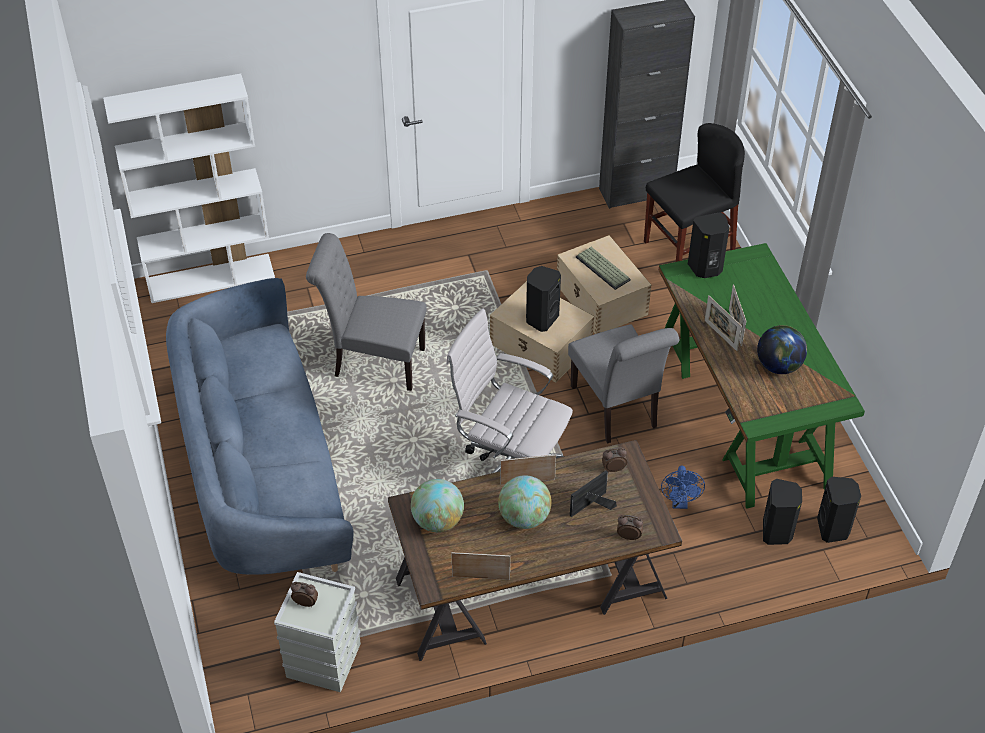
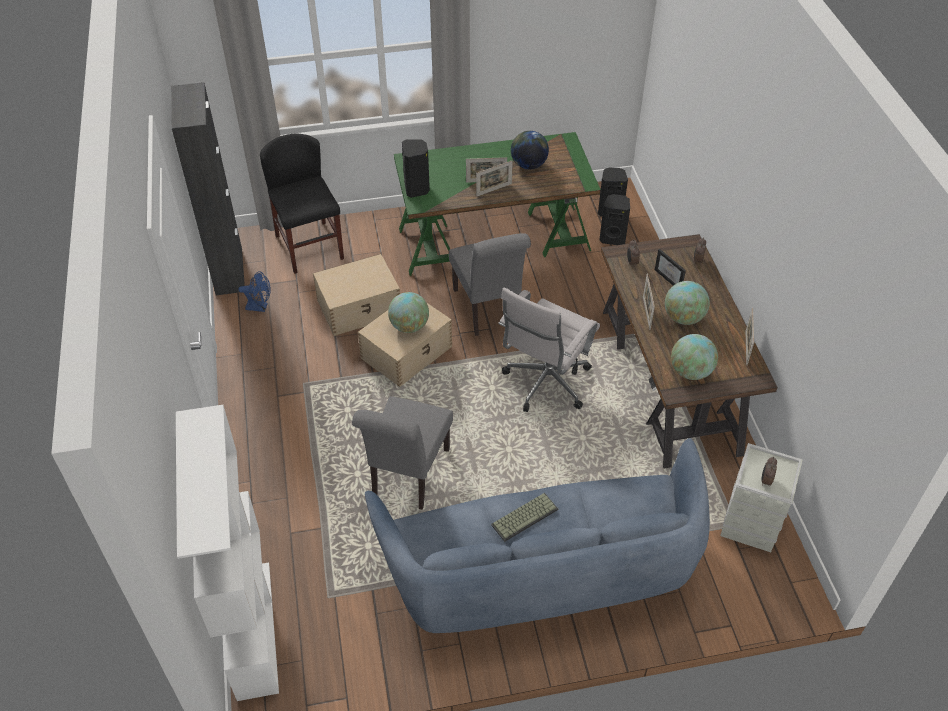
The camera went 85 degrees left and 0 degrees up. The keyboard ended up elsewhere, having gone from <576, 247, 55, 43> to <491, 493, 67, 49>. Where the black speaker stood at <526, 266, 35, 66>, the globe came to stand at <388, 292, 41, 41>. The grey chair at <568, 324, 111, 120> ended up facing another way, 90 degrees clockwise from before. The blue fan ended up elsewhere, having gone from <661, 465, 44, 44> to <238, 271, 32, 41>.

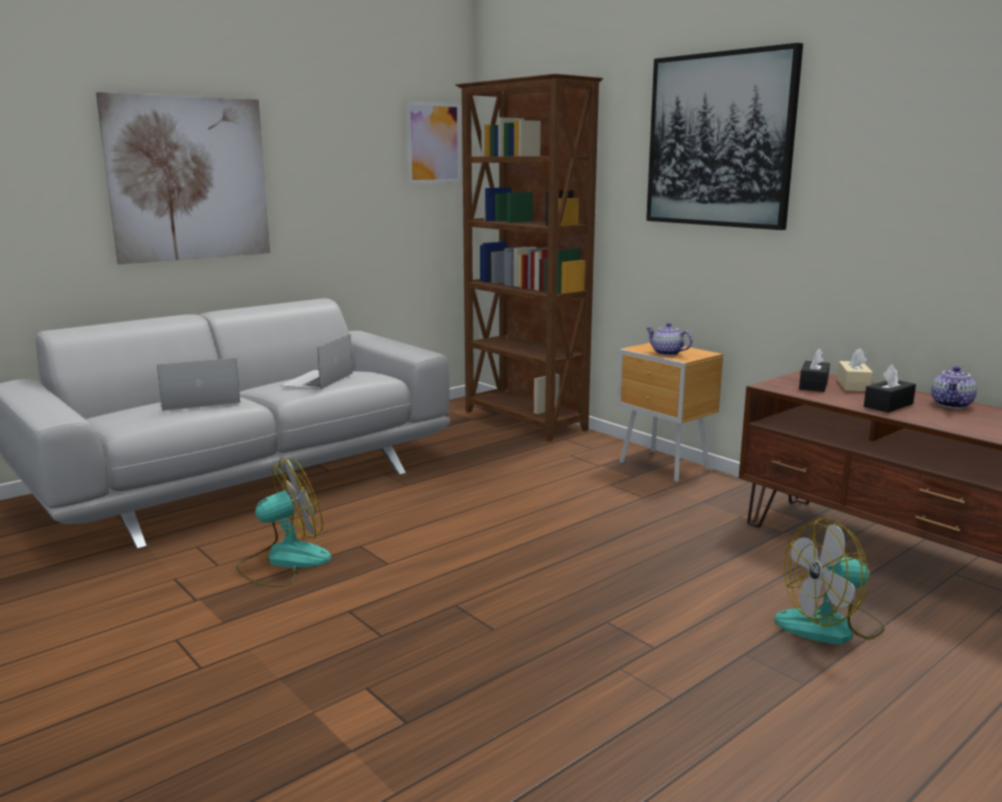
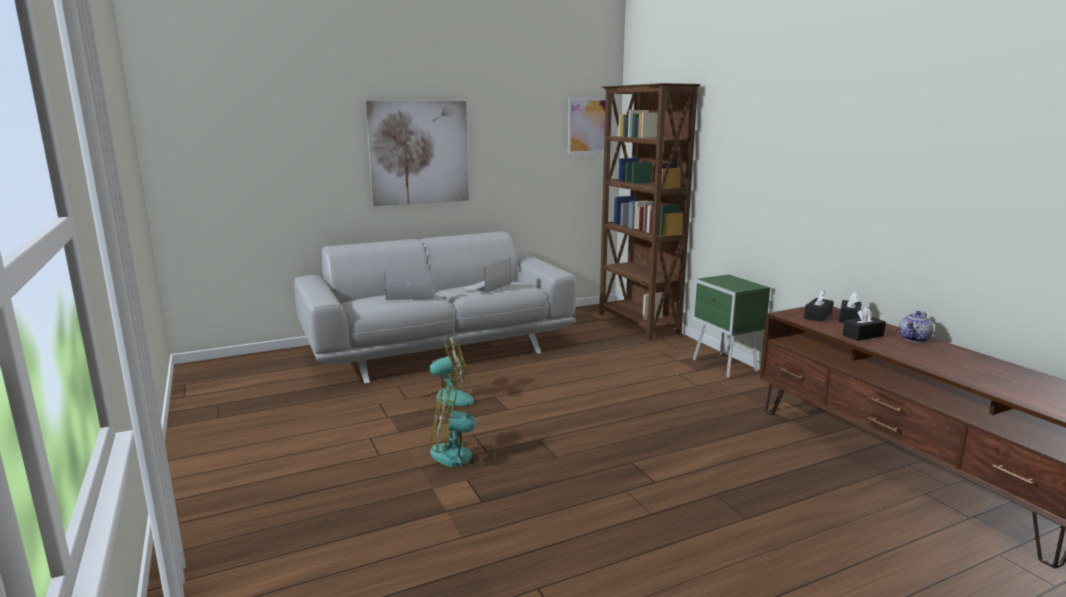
The camera went 15 degrees right and 0 degrees up. The second view lost the picture at <646, 43, 157, 187>. The second view lost the teapot at <646, 323, 46, 33>. What was the brown nightstand at <617, 343, 106, 140> turned into the green nightstand at <692, 274, 78, 104>. What was the beige tissue box at <837, 348, 36, 44> turned into the black tissue box at <839, 292, 22, 31>. The fan ended up elsewhere, having gone from <774, 518, 111, 126> to <430, 386, 66, 81>.

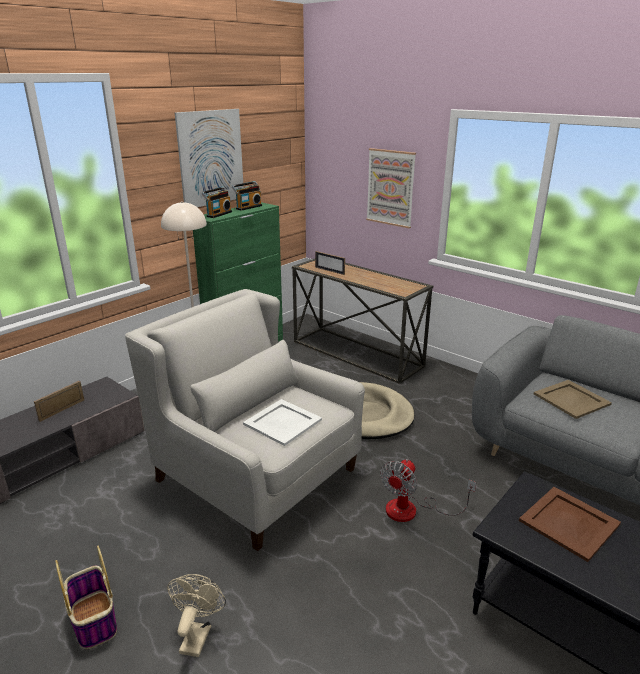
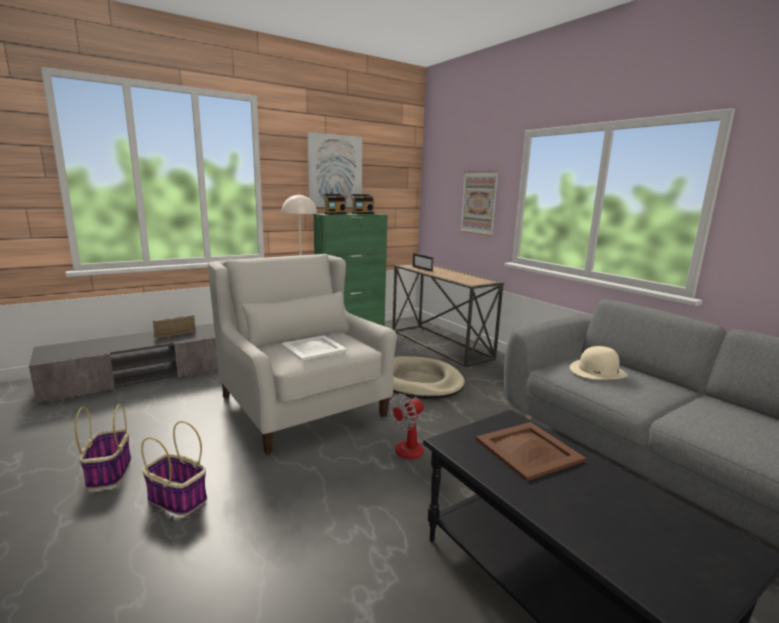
The camera went 15 degrees right and 10 degrees down. Where the beige tray stood at <534, 380, 78, 39>, the beige hat came to stand at <570, 346, 58, 33>. Where the beige fan stood at <167, 574, 59, 83>, the basket came to stand at <141, 421, 66, 95>.

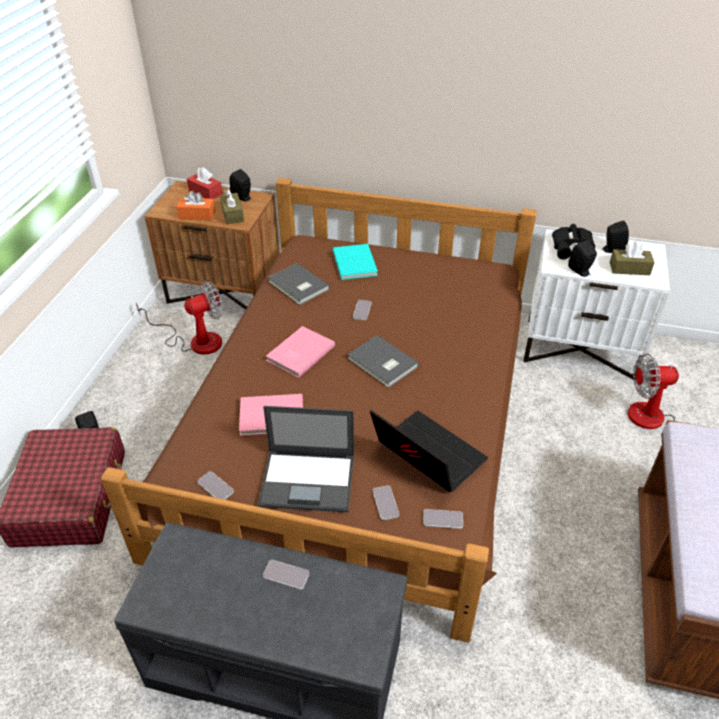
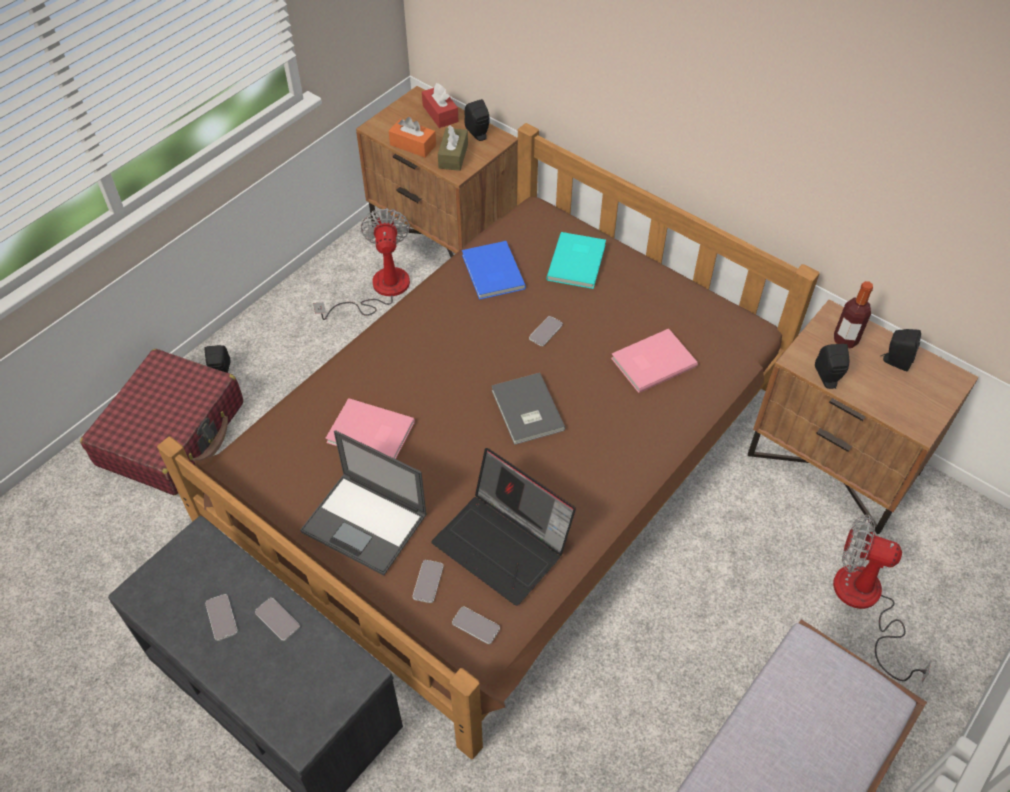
The camera went 25 degrees right and 10 degrees up. Where the black binoculars stood at <552, 224, 45, 35>, the bottle came to stand at <834, 281, 39, 67>. What was the white nightstand at <523, 229, 147, 151> turned into the brown nightstand at <748, 300, 231, 234>. The second view lost the brown tissue box at <610, 241, 45, 34>. What was the grey book at <268, 263, 62, 42> turned into the blue book at <462, 241, 64, 59>. The fan at <136, 281, 87, 74> ended up facing another way, 90 degrees counterclockwise from before. The pink book ended up elsewhere, having gone from <266, 326, 69, 52> to <611, 329, 87, 64>. The laptop at <370, 410, 118, 82> ended up facing another way, 150 degrees clockwise from before. The phone ended up elsewhere, having gone from <197, 471, 37, 29> to <205, 594, 33, 47>.

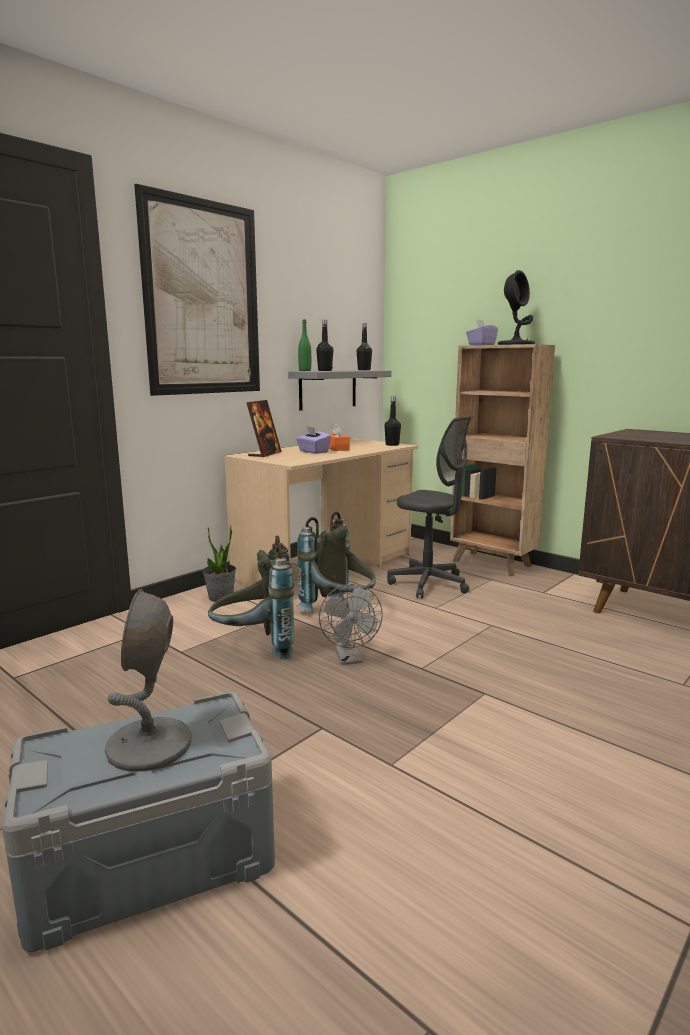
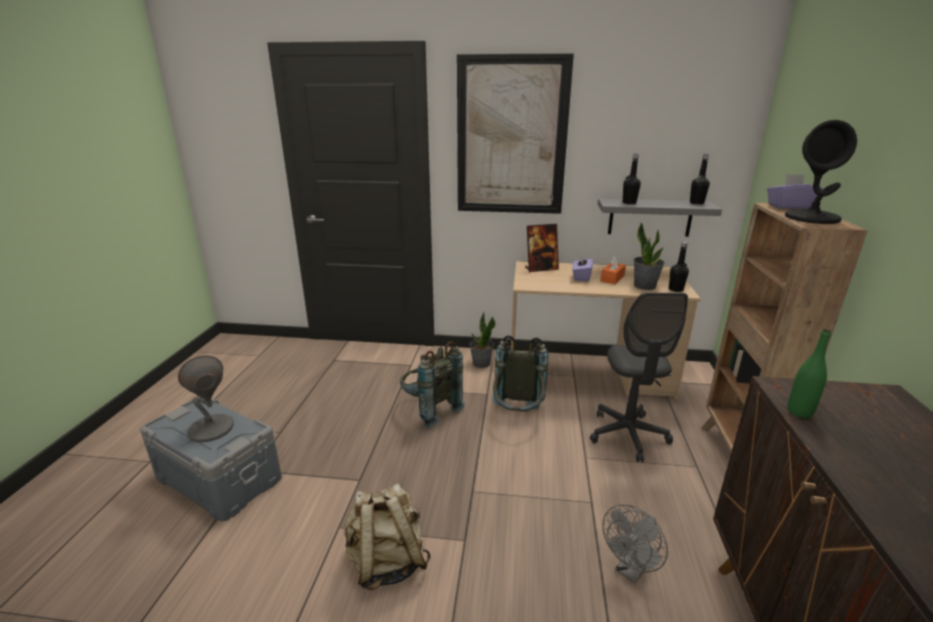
The camera went 55 degrees right and 10 degrees up. The green bottle ended up elsewhere, having gone from <298, 320, 13, 51> to <787, 328, 44, 90>. The grey fan ended up elsewhere, having gone from <319, 584, 64, 81> to <602, 504, 66, 80>. The second view gained the potted plant at <634, 222, 30, 68>. The second view gained the beige backpack at <344, 483, 87, 107>.

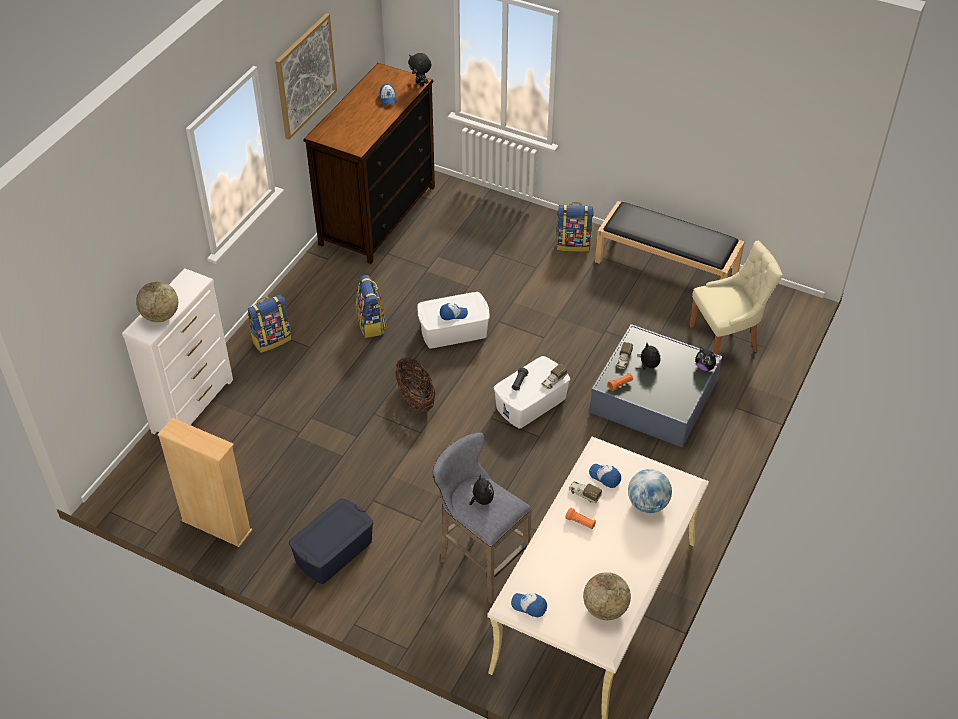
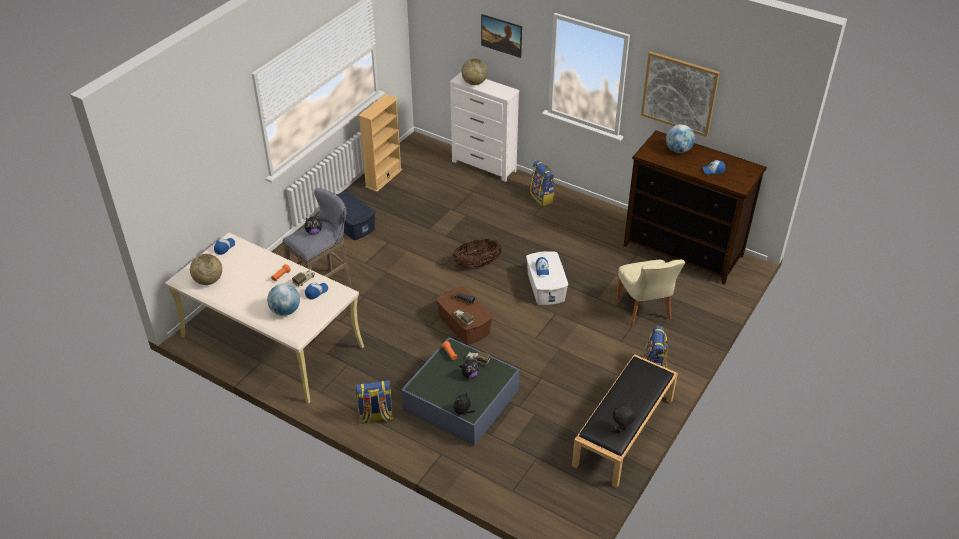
The camera went 95 degrees right and 5 degrees down. The black plush toy ended up elsewhere, having gone from <408, 53, 24, 34> to <612, 403, 24, 30>. The beige chair ended up elsewhere, having gone from <690, 241, 93, 114> to <616, 260, 69, 66>. The backpack ended up elsewhere, having gone from <356, 275, 31, 63> to <355, 380, 38, 44>. What was the white storage box at <493, 356, 77, 73> turned into the brown storage box at <436, 287, 57, 58>. The second view gained the picture at <481, 14, 41, 44>. The second view gained the globe at <666, 124, 29, 29>.

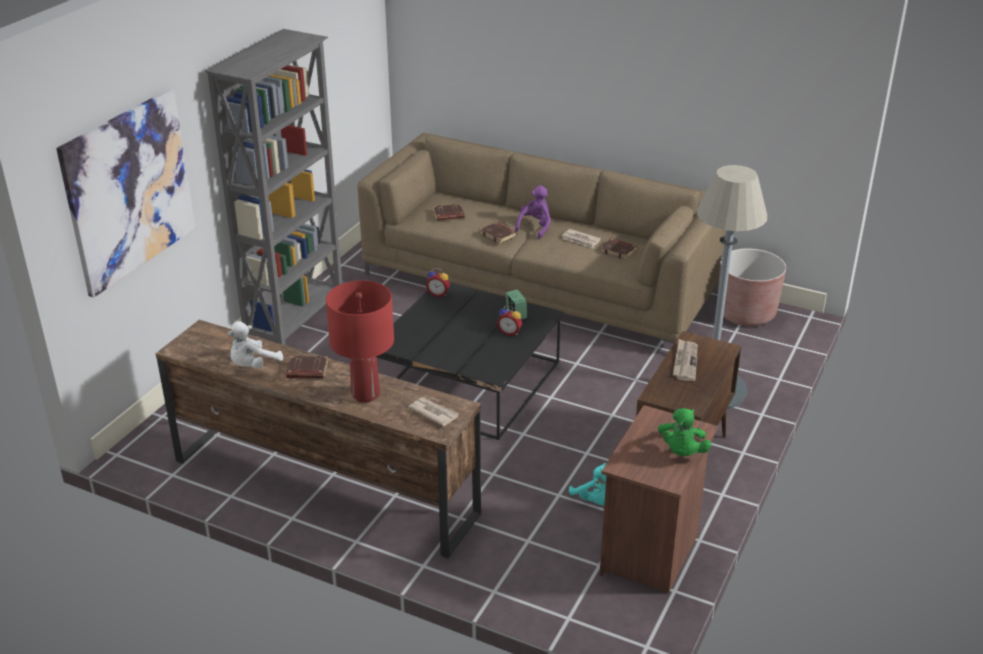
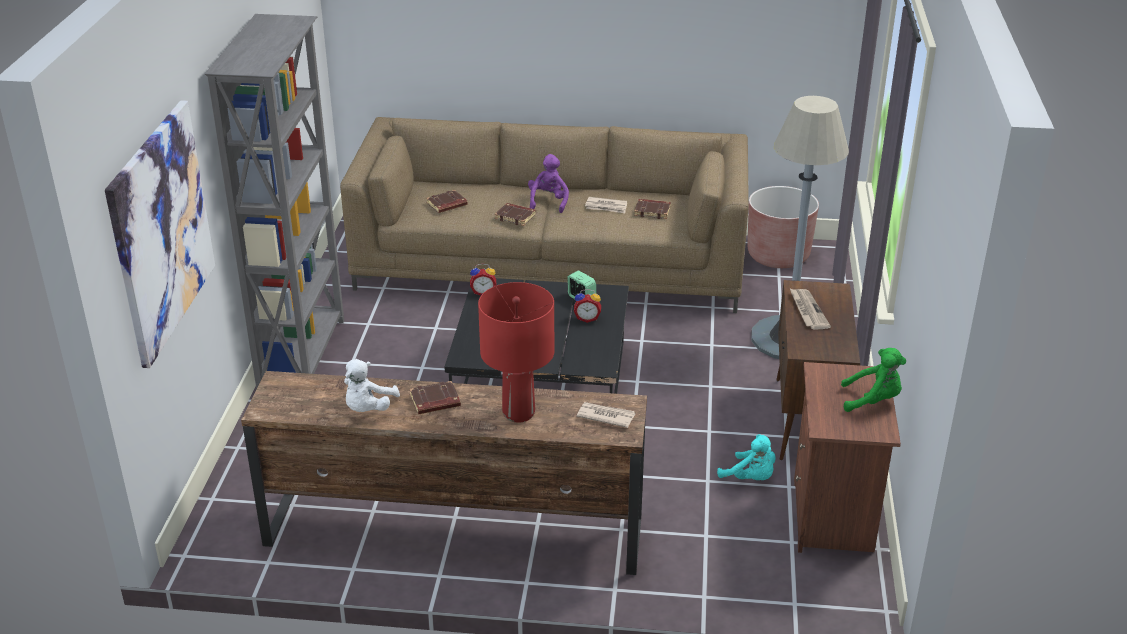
The camera went 20 degrees left and 0 degrees up. The green plush toy at <658, 408, 53, 48> ended up facing another way, 75 degrees counterclockwise from before.

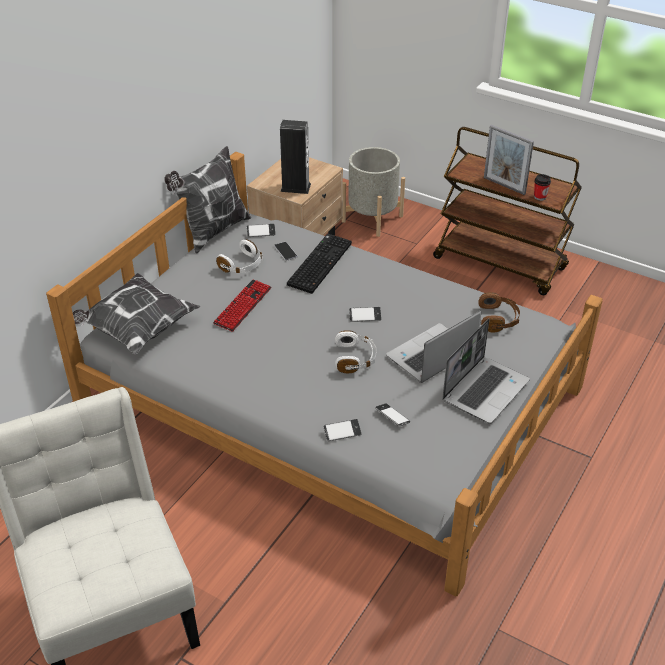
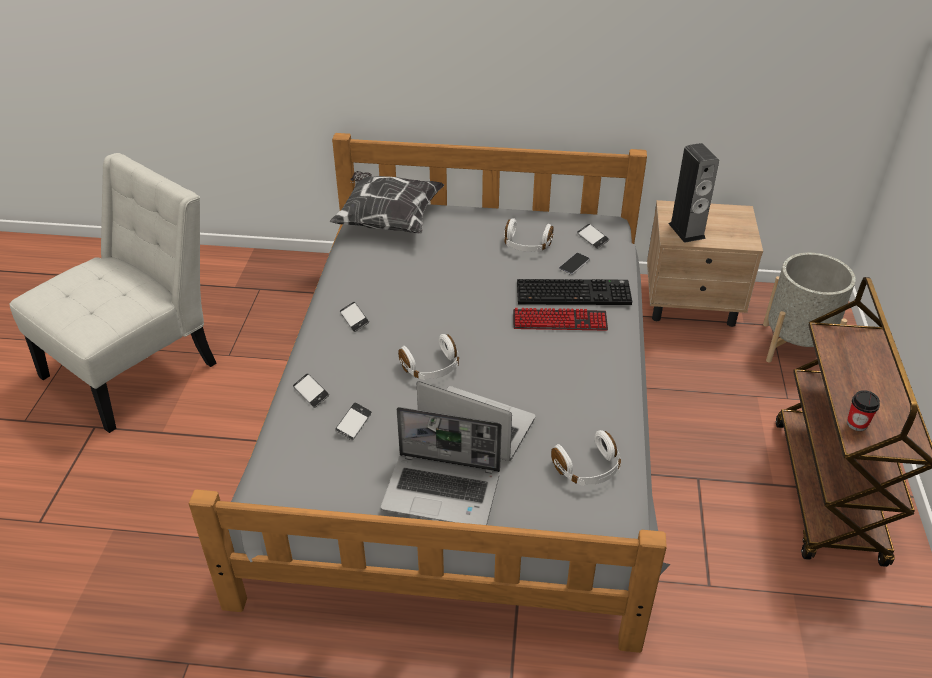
The camera went 65 degrees right and 0 degrees up. The second view lost the picture frame at <484, 125, 50, 70>. The second view lost the pillow at <164, 146, 87, 107>. The keyboard ended up elsewhere, having gone from <213, 280, 59, 52> to <513, 308, 95, 23>. What was the brown headphones at <478, 292, 42, 40> turned into the white headphones at <551, 430, 70, 56>. The phone ended up elsewhere, having gone from <349, 307, 32, 15> to <340, 302, 29, 30>.

